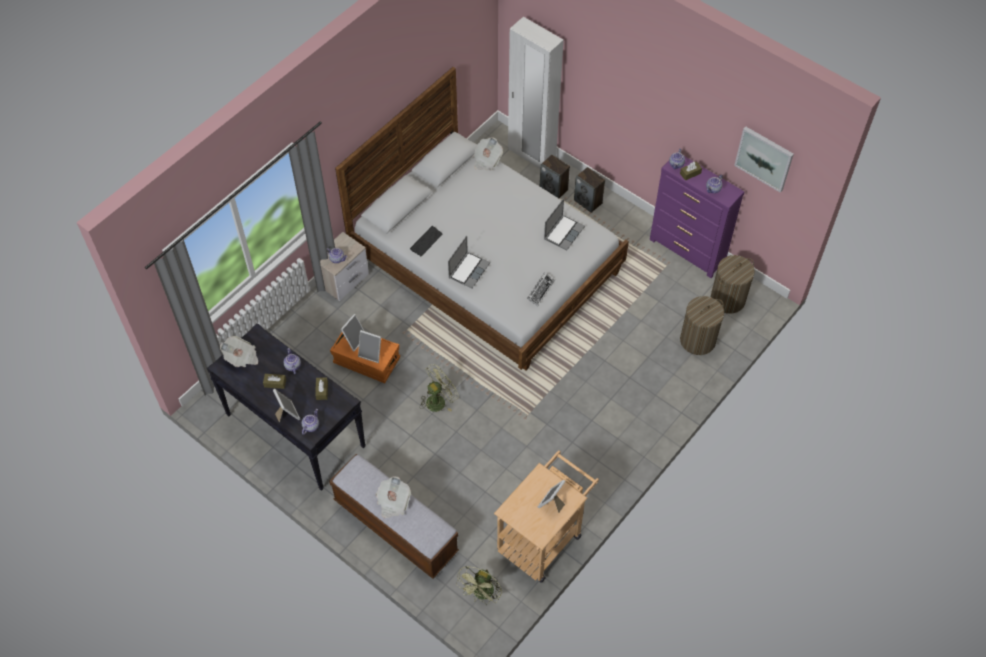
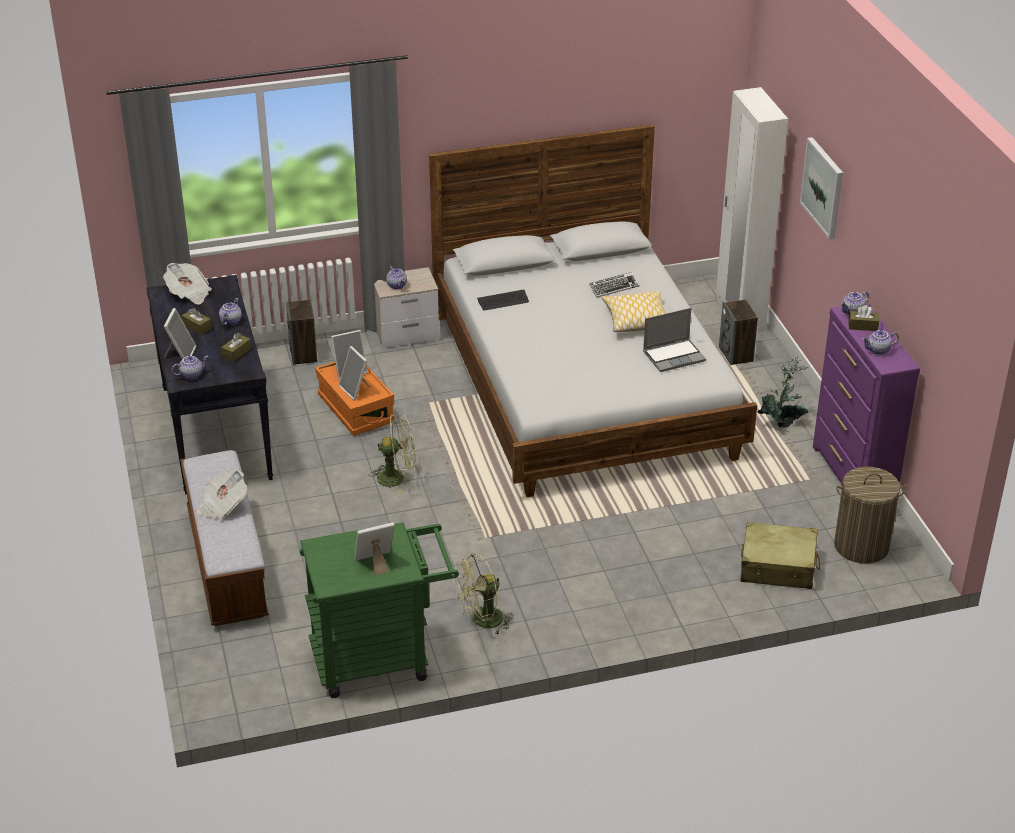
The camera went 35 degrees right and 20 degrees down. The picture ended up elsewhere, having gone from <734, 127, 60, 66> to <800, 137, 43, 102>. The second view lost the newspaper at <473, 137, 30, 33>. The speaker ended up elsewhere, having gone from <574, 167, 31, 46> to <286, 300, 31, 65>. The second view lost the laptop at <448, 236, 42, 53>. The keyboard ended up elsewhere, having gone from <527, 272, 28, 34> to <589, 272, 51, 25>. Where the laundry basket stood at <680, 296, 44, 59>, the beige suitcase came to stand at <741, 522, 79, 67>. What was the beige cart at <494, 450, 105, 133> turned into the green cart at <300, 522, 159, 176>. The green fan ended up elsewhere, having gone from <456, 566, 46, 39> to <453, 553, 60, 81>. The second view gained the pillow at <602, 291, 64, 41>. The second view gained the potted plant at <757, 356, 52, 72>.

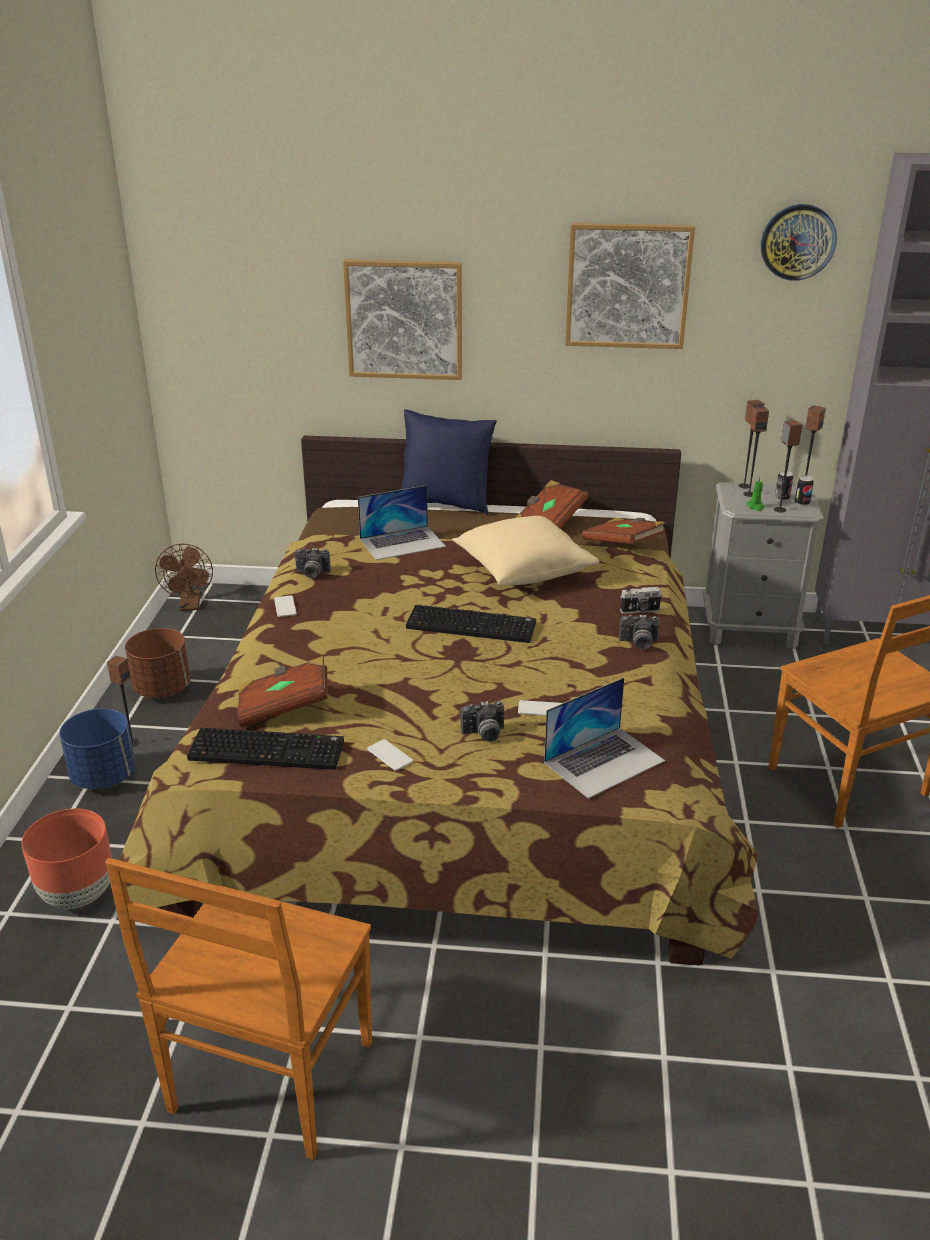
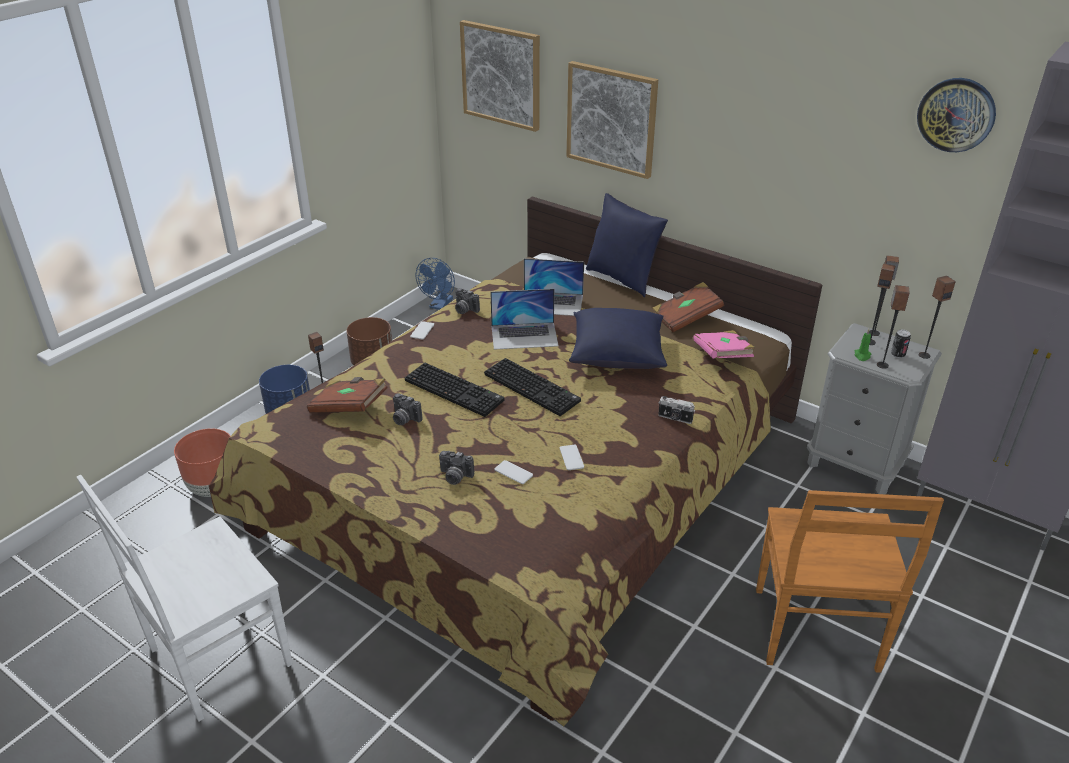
The camera went 30 degrees right and 5 degrees up. The picture ended up elsewhere, having gone from <565, 223, 130, 126> to <460, 20, 80, 112>. The second view lost the can at <795, 476, 19, 30>. What was the beige pillow at <452, 516, 148, 70> turned into the blue pillow at <569, 308, 98, 61>. What was the brown book at <582, 518, 84, 26> turned into the pink book at <693, 330, 62, 29>. What was the brown fan at <155, 544, 58, 67> turned into the blue fan at <415, 258, 40, 52>. The photo camera ended up elsewhere, having gone from <619, 615, 41, 35> to <393, 393, 29, 32>. The laptop ended up elsewhere, having gone from <544, 677, 121, 122> to <490, 289, 69, 61>. The keyboard ended up elsewhere, having gone from <187, 728, 157, 42> to <405, 363, 99, 54>. The phone ended up elsewhere, having gone from <367, 739, 46, 32> to <560, 445, 24, 25>. What was the brown chair at <105, 858, 267, 302> turned into the white chair at <77, 475, 216, 247>.

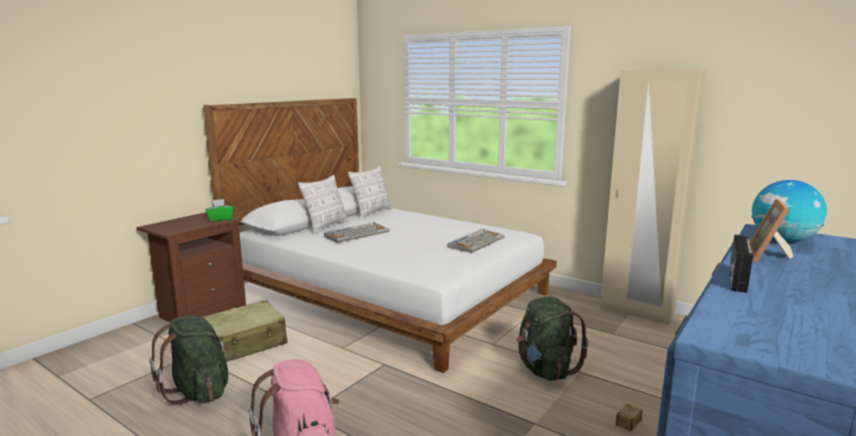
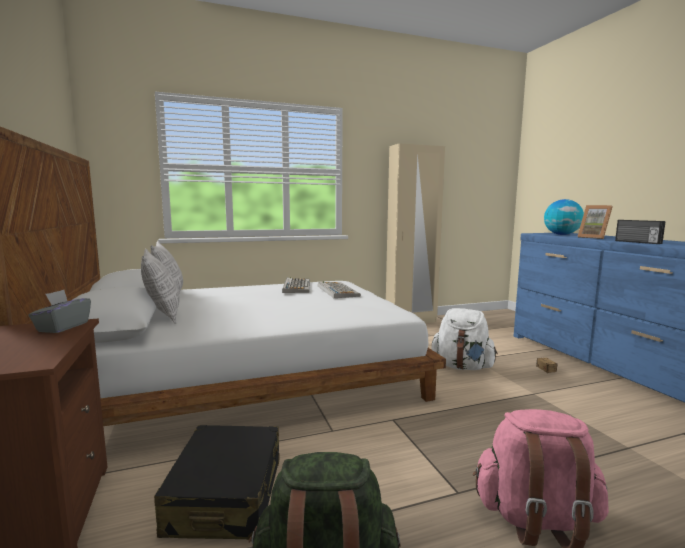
The camera went 55 degrees left and 5 degrees down. What was the green tissue box at <205, 199, 29, 23> turned into the grey tissue box at <28, 290, 63, 43>. The keyboard ended up elsewhere, having gone from <324, 222, 65, 21> to <282, 277, 28, 16>. What was the green backpack at <516, 297, 73, 84> turned into the white backpack at <431, 308, 67, 62>. What was the beige suitcase at <203, 300, 84, 62> turned into the black suitcase at <154, 425, 125, 115>.

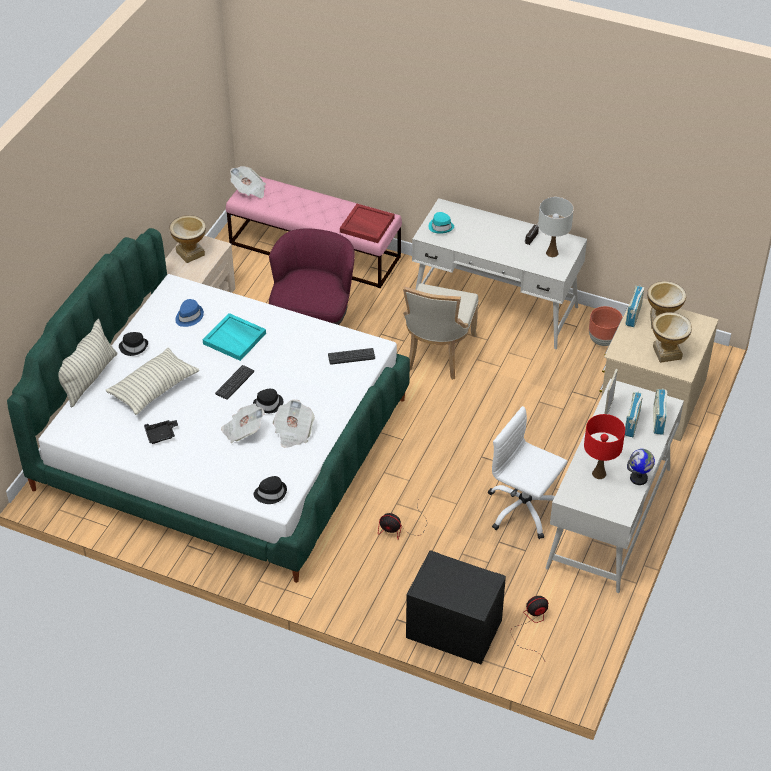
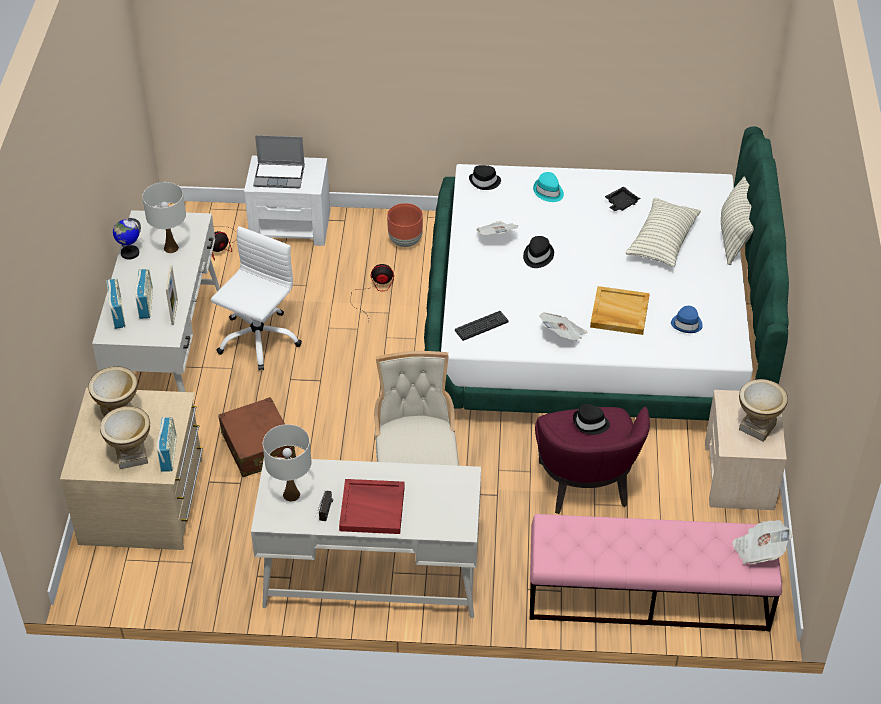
The camera went 160 degrees right and 0 degrees up. The red tray ended up elsewhere, having gone from <340, 204, 54, 39> to <339, 479, 66, 55>. The turquoise hat ended up elsewhere, having gone from <429, 212, 25, 22> to <533, 172, 31, 30>. The brown planter ended up elsewhere, having gone from <589, 306, 33, 40> to <387, 203, 36, 44>. What was the turquoise tray at <203, 313, 63, 48> turned into the beige tray at <590, 286, 60, 49>. The black hat ended up elsewhere, having gone from <119, 332, 29, 24> to <573, 404, 37, 31>. The second view lost the keyboard at <215, 365, 39, 35>. The newspaper ended up elsewhere, having gone from <221, 404, 44, 39> to <539, 312, 48, 29>. The white office chair at <488, 406, 79, 133> ended up facing another way, 75 degrees counterclockwise from before. What was the red table lamp at <584, 414, 41, 65> turned into the white table lamp at <142, 182, 44, 71>. What was the black nightstand at <406, 550, 100, 114> turned into the white nightstand at <244, 156, 86, 90>. The second view gained the laptop at <253, 135, 52, 53>. The second view gained the brown suitcase at <218, 397, 78, 80>.

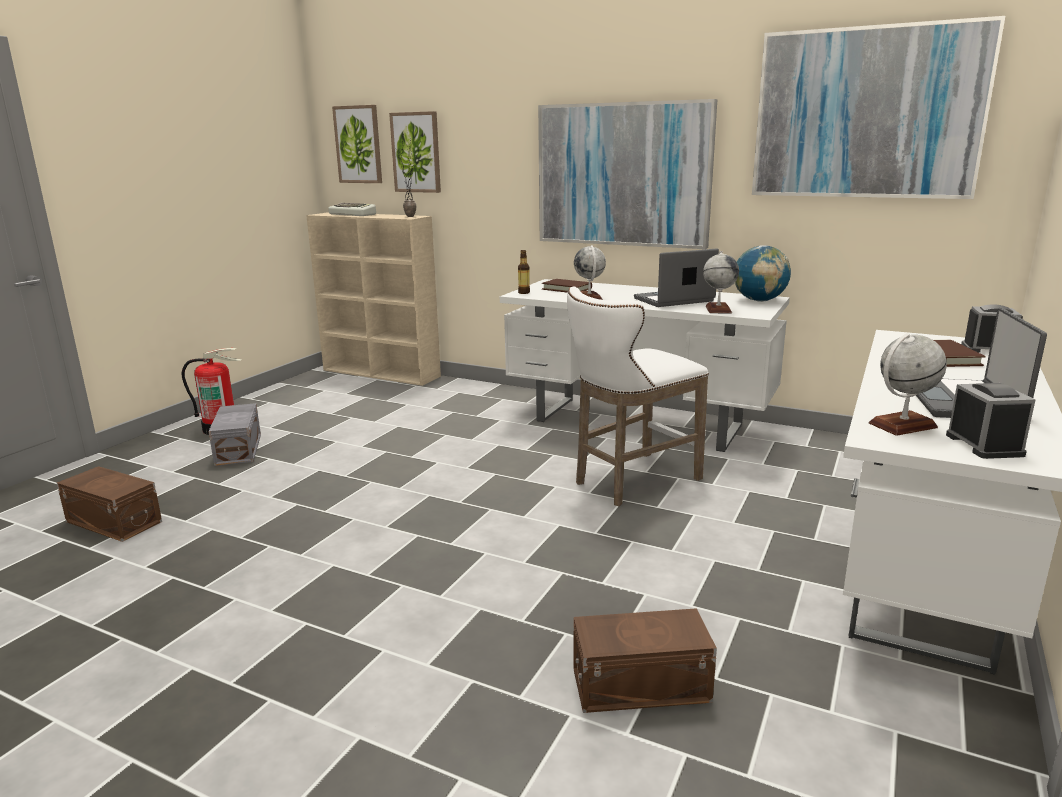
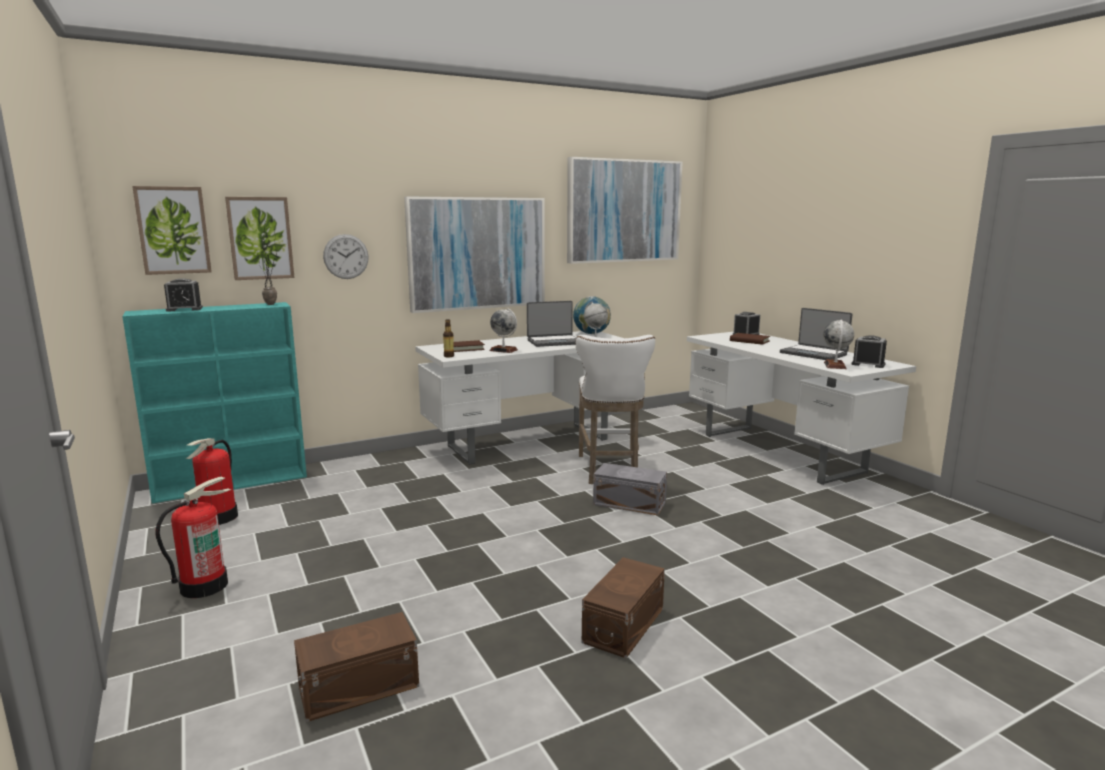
The camera went 55 degrees left and 5 degrees down. Where the keyboard stood at <328, 203, 48, 13>, the alarm clock came to stand at <164, 278, 39, 34>. What was the beige bookcase at <306, 212, 135, 174> turned into the turquoise bookcase at <122, 302, 185, 201>. The laptop at <634, 249, 85, 58> ended up facing another way, 120 degrees counterclockwise from before. The grey storage box ended up elsewhere, having gone from <209, 403, 52, 63> to <593, 463, 74, 52>. The brown storage box ended up elsewhere, having gone from <573, 608, 144, 105> to <582, 557, 83, 101>. The second view gained the wall clock at <323, 234, 46, 45>. The second view gained the fire extinguisher at <186, 438, 52, 87>.

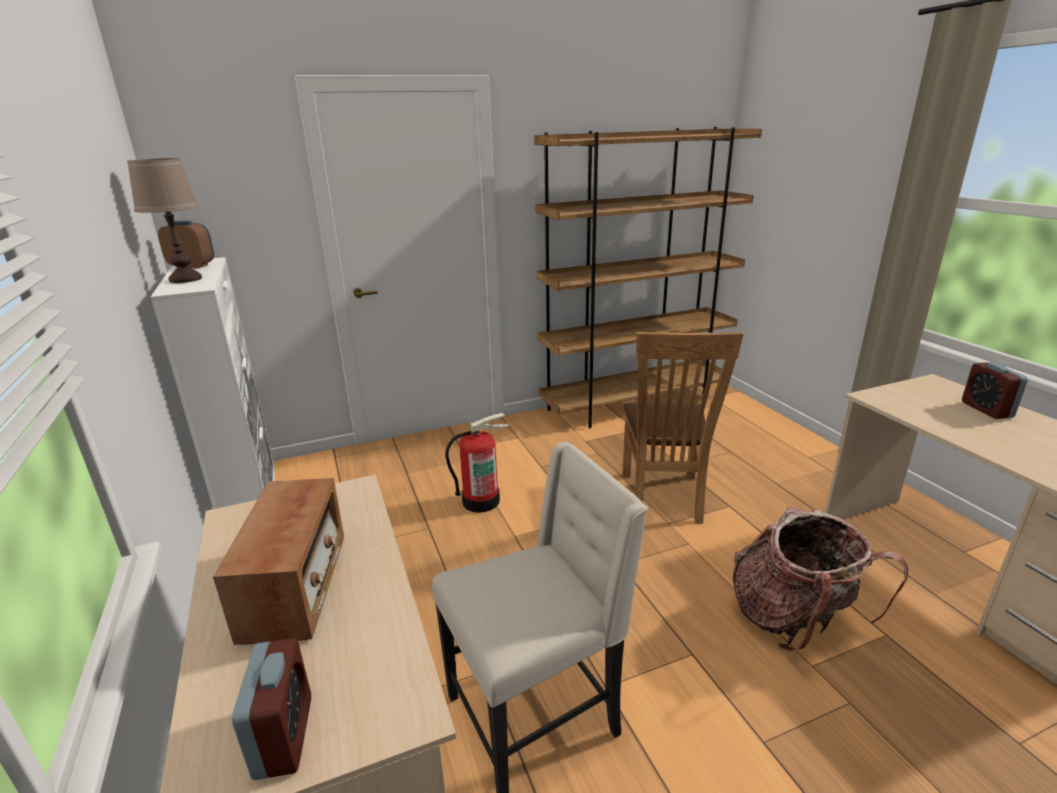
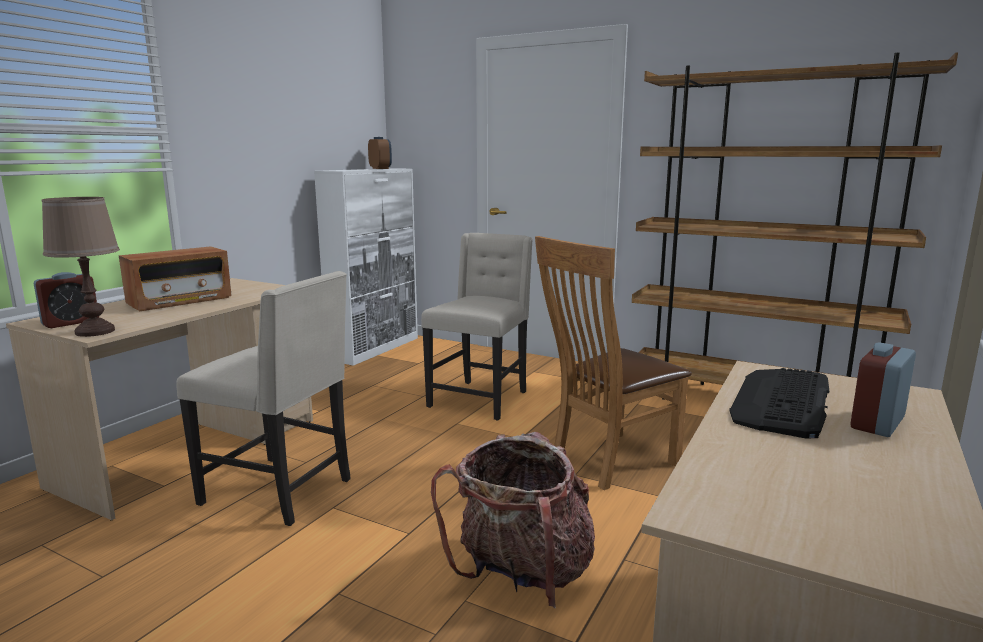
The camera went 50 degrees right and 10 degrees down. The brown table lamp ended up elsewhere, having gone from <127, 158, 75, 125> to <42, 197, 78, 140>. Where the fire extinguisher stood at <445, 413, 64, 100>, the beige chair came to stand at <421, 233, 112, 187>. The second view gained the keyboard at <729, 368, 100, 70>.

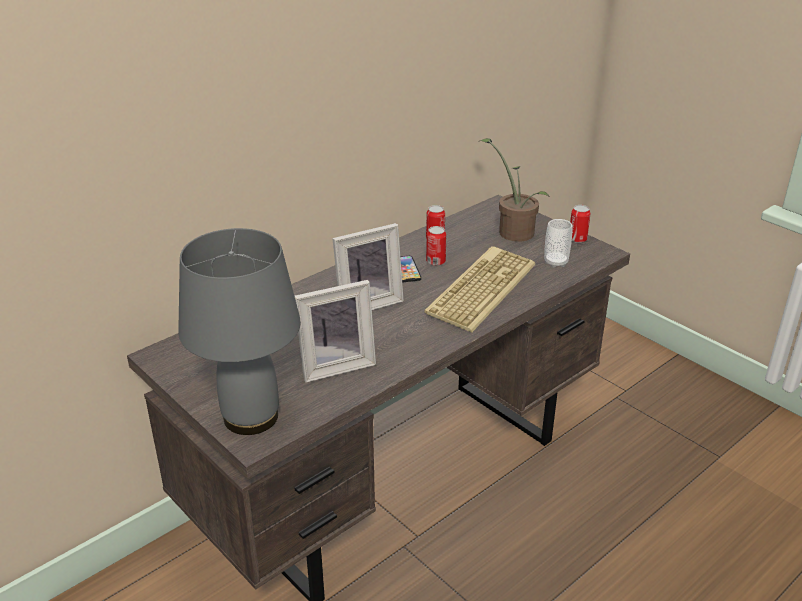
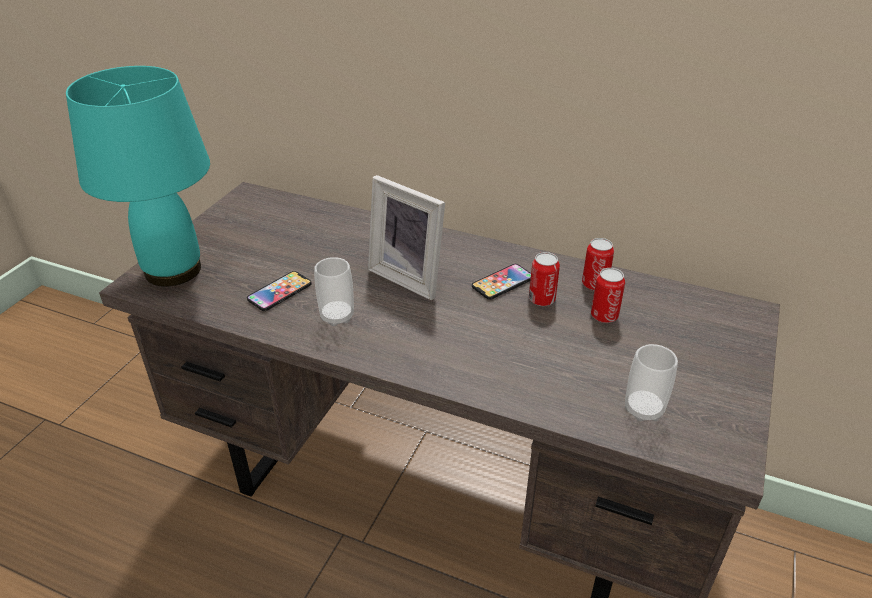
The camera went 65 degrees right and 5 degrees up. The second view lost the potted plant at <480, 138, 70, 103>. The can ended up elsewhere, having gone from <570, 205, 21, 38> to <591, 268, 34, 55>. What was the grey table lamp at <178, 228, 123, 207> turned into the turquoise table lamp at <66, 66, 144, 221>. The second view lost the keyboard at <424, 246, 111, 87>. Where the picture frame stood at <295, 280, 81, 103>, the phone came to stand at <247, 271, 65, 40>. The second view gained the cup at <314, 257, 40, 69>.

